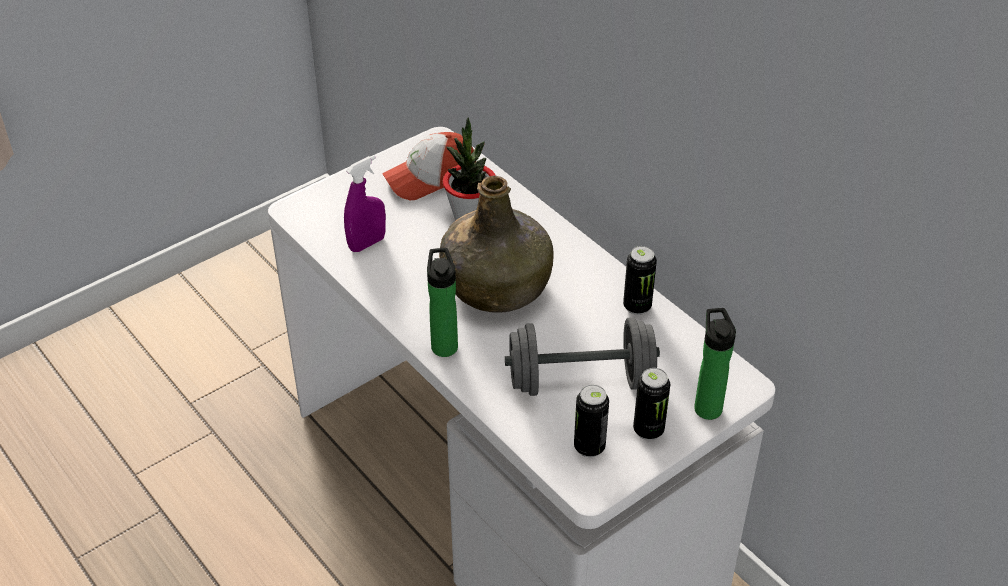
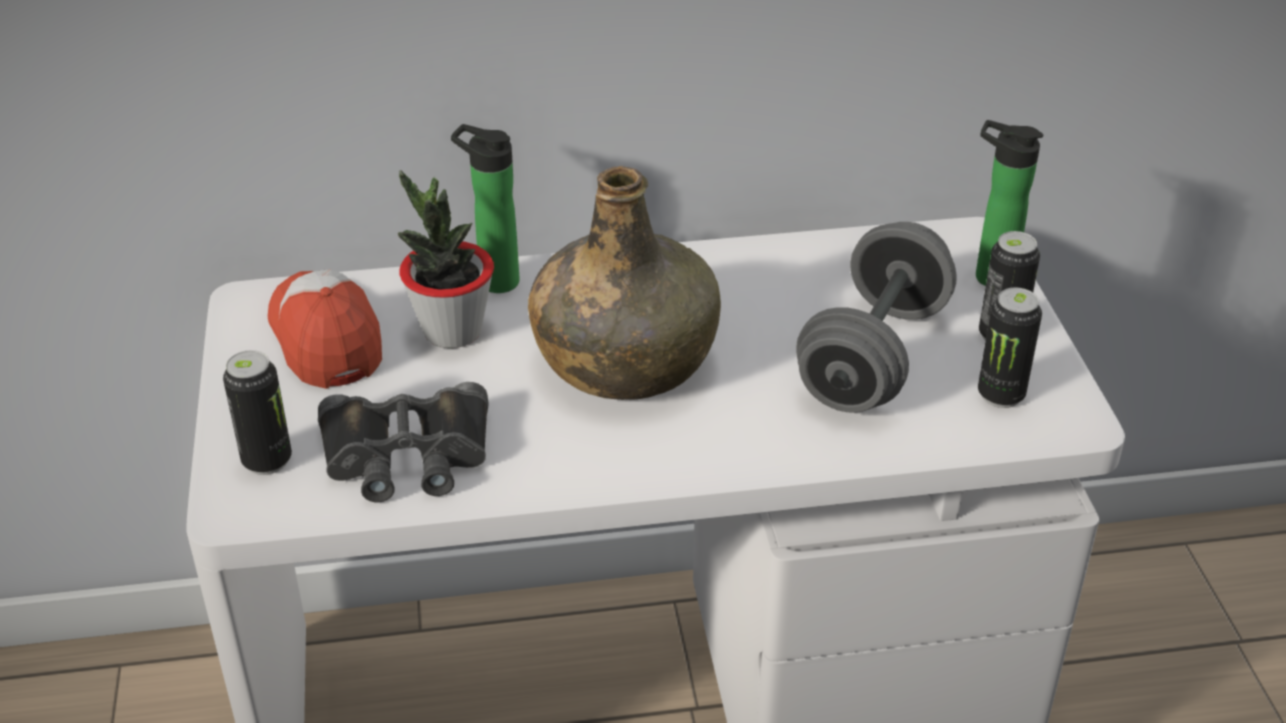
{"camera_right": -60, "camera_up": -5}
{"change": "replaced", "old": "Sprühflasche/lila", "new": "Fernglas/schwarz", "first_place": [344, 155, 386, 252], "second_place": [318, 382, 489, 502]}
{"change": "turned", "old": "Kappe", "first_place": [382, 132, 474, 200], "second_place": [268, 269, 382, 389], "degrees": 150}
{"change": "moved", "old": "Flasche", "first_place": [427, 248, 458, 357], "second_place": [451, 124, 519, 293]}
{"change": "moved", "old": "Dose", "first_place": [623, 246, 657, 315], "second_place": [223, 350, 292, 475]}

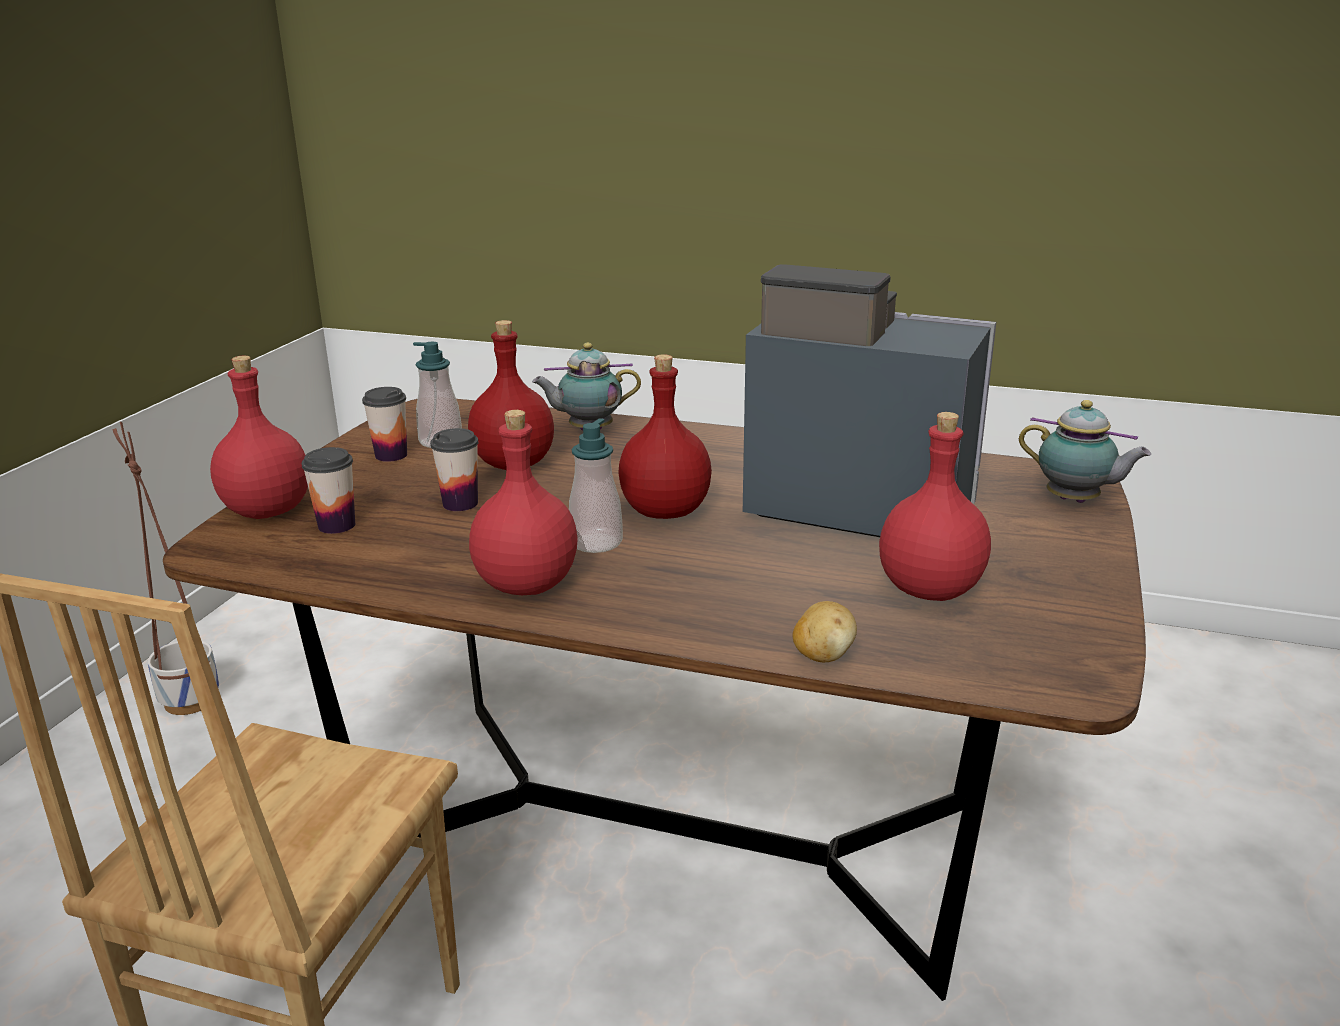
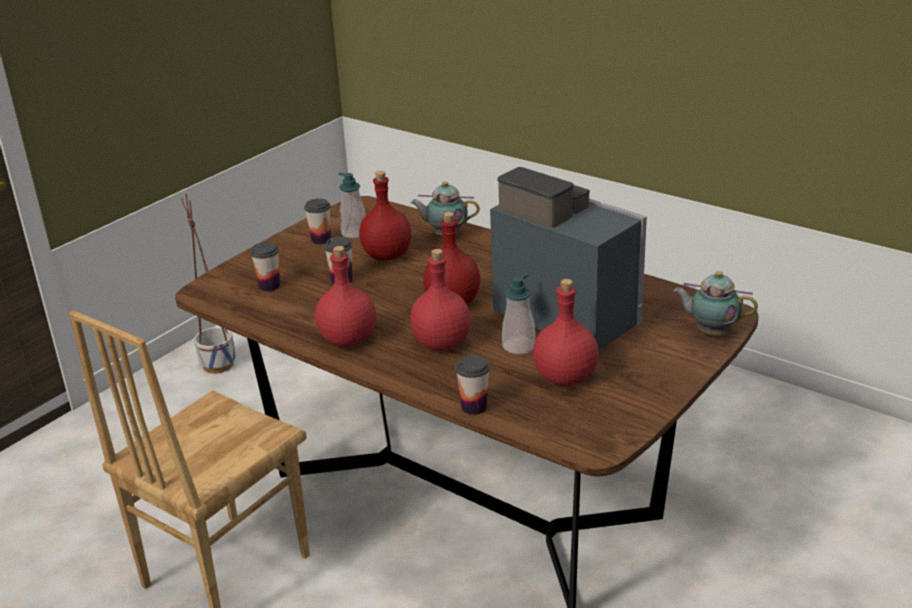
{"camera_right": 20, "camera_up": 5}
{"change": "moved", "old": "Flasche/rot", "first_place": [210, 356, 308, 519], "second_place": [410, 249, 471, 351]}
{"change": "moved", "old": "Seifenspender", "first_place": [569, 418, 623, 553], "second_place": [502, 274, 535, 355]}
{"change": "replaced", "old": "Kartoffel", "new": "Tasse", "first_place": [793, 601, 857, 662], "second_place": [455, 355, 490, 415]}
{"change": "turned", "old": "Teekanne", "first_place": [1019, 400, 1151, 503], "second_place": [673, 271, 758, 335], "degrees": 150}

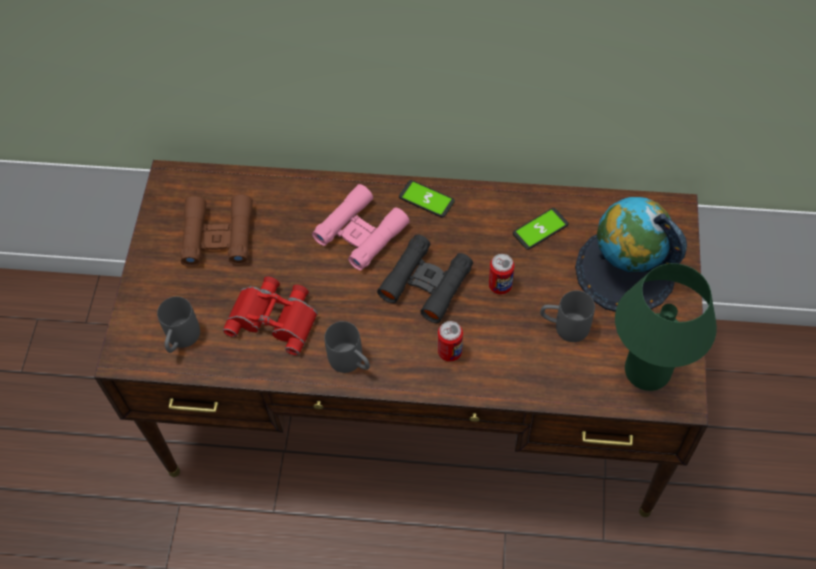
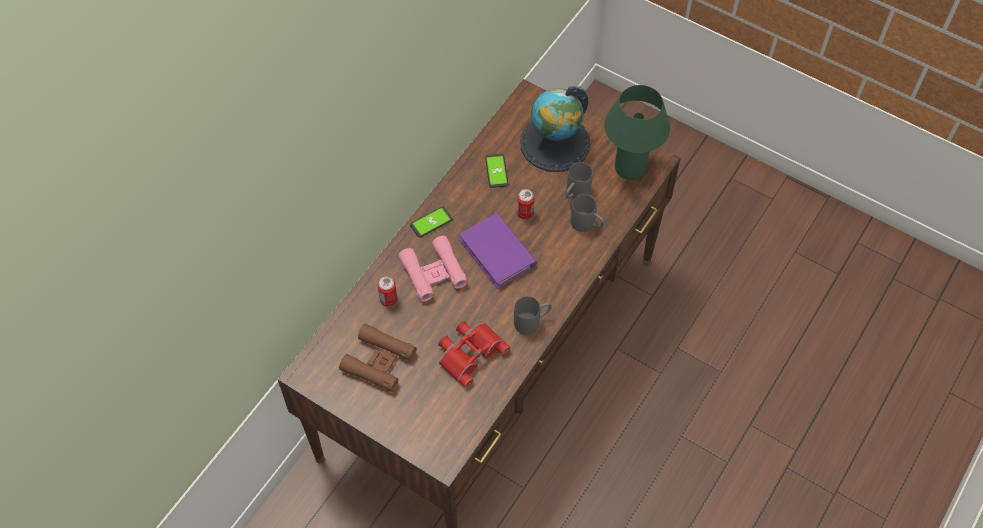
{"camera_right": -65, "camera_up": 0}
{"change": "moved", "old": "Henkelbecher/grau", "first_place": [157, 296, 200, 353], "second_place": [570, 194, 604, 232]}
{"change": "replaced", "old": "Fernglas/schwarz", "new": "Buch/lila", "first_place": [377, 234, 473, 323], "second_place": [459, 213, 537, 289]}
{"change": "moved", "old": "Dose", "first_place": [438, 321, 463, 362], "second_place": [377, 276, 397, 307]}

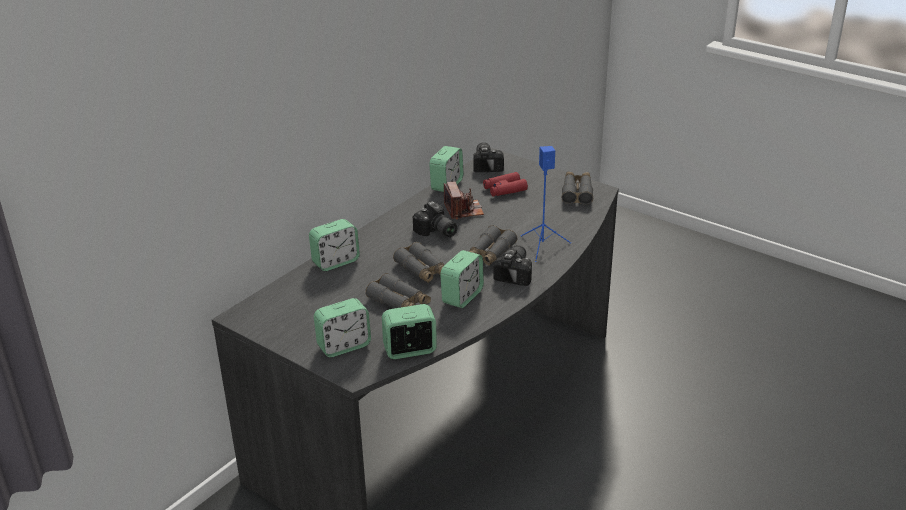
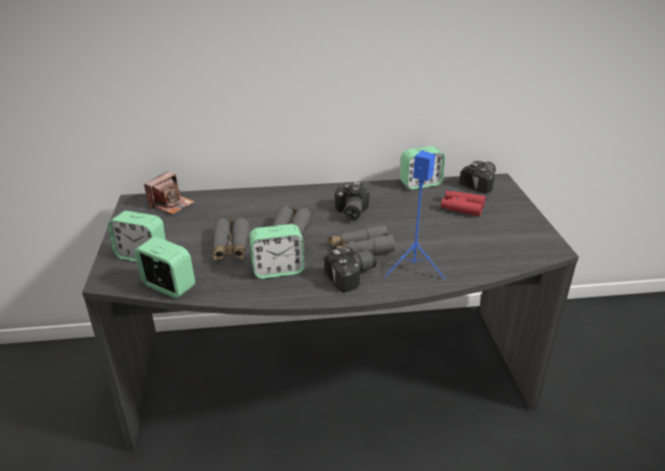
{"camera_right": 45, "camera_up": 0}
{"change": "removed", "old": "Wecker", "first_place": [309, 219, 360, 271]}
{"change": "moved", "old": "Kamera", "first_place": [444, 181, 484, 219], "second_place": [144, 171, 195, 215]}
{"change": "removed", "old": "Fernglas/grau", "first_place": [561, 171, 593, 205]}

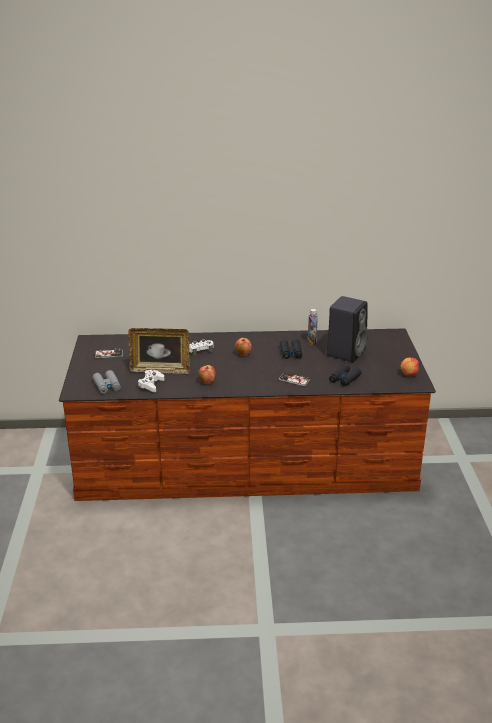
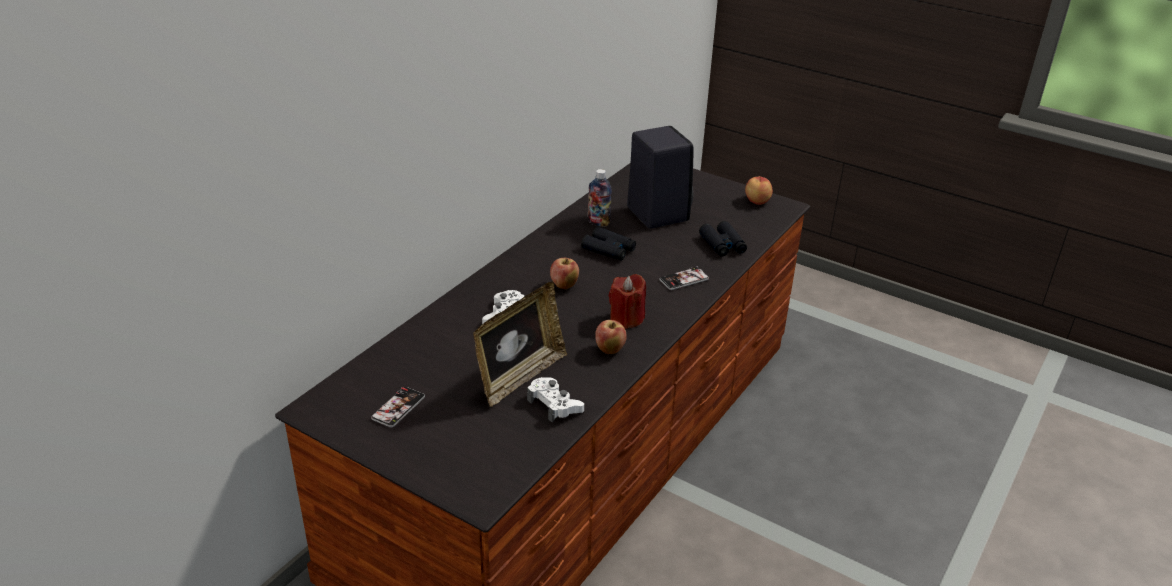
{"camera_right": -55, "camera_up": 5}
{"change": "removed", "old": "Fernglas/grau", "first_place": [92, 370, 121, 394]}
{"change": "added", "new": "Kerze/rot", "second_place": [609, 274, 646, 329]}

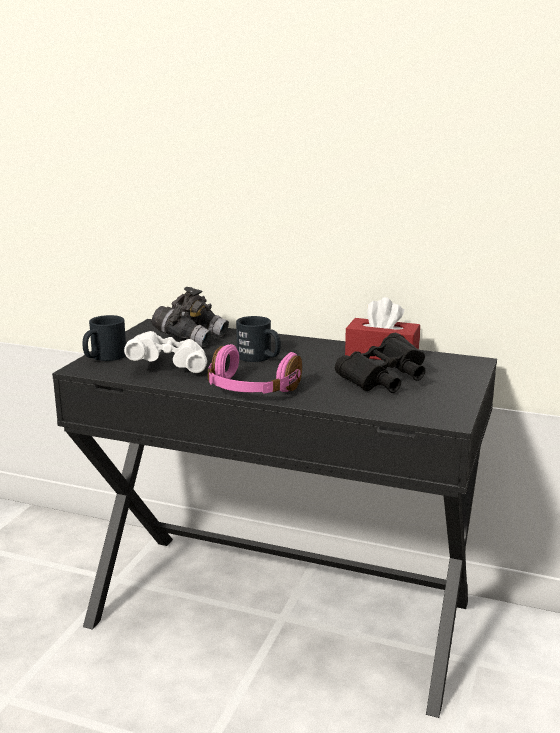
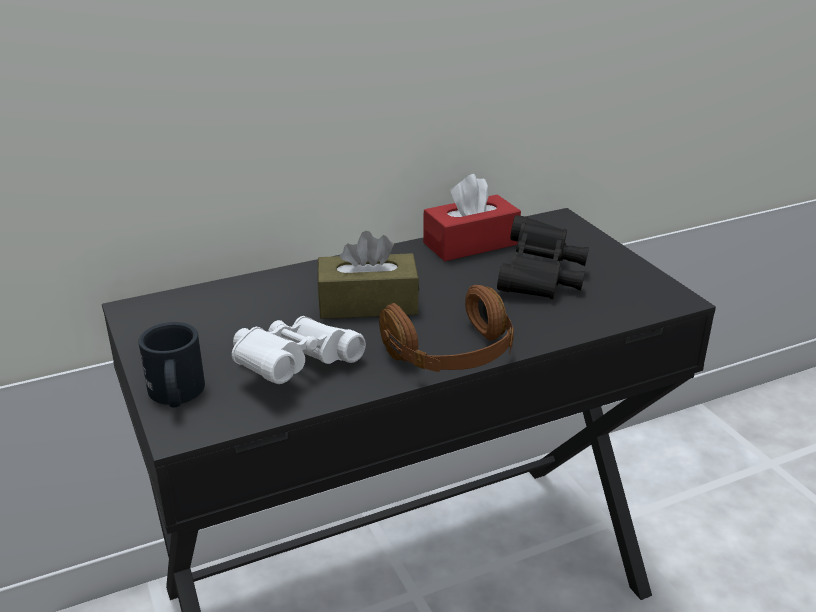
{"camera_right": -45, "camera_up": 10}
{"change": "removed", "old": "Fernglas/grau", "first_place": [152, 287, 229, 347]}
{"change": "recoloured", "old": "Kopfhörer/rosa", "new": "Kopfhörer/braun", "first_place": [208, 344, 302, 394], "second_place": [379, 285, 514, 372]}
{"change": "replaced", "old": "Henkelbecher/schwarz", "new": "Taschentuchbox/braun", "first_place": [236, 316, 281, 362], "second_place": [317, 231, 419, 319]}

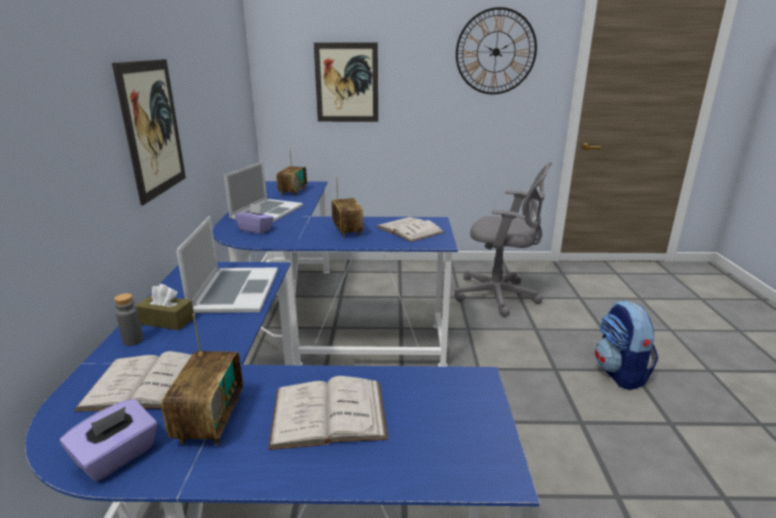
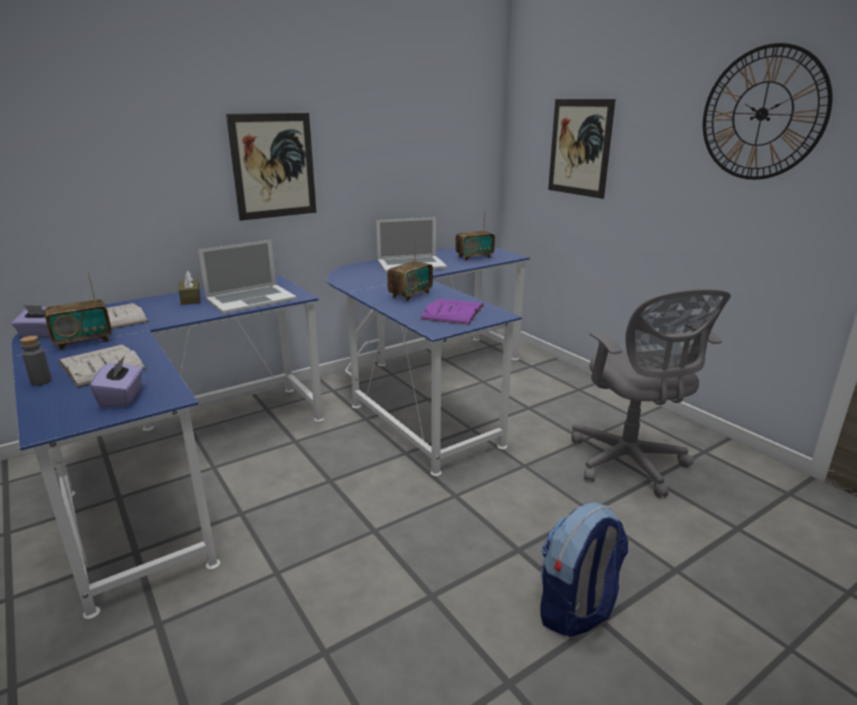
{"camera_right": 55, "camera_up": 0}
{"change": "moved", "old": "Flasche/grau", "first_place": [114, 293, 144, 346], "second_place": [20, 336, 52, 386]}
{"change": "moved", "old": "Taschentuchbox/lila", "first_place": [235, 204, 274, 234], "second_place": [90, 356, 143, 408]}
{"change": "recoloured", "old": "Buch/weiß", "new": "Buch/lila", "first_place": [376, 217, 445, 242], "second_place": [420, 299, 484, 325]}

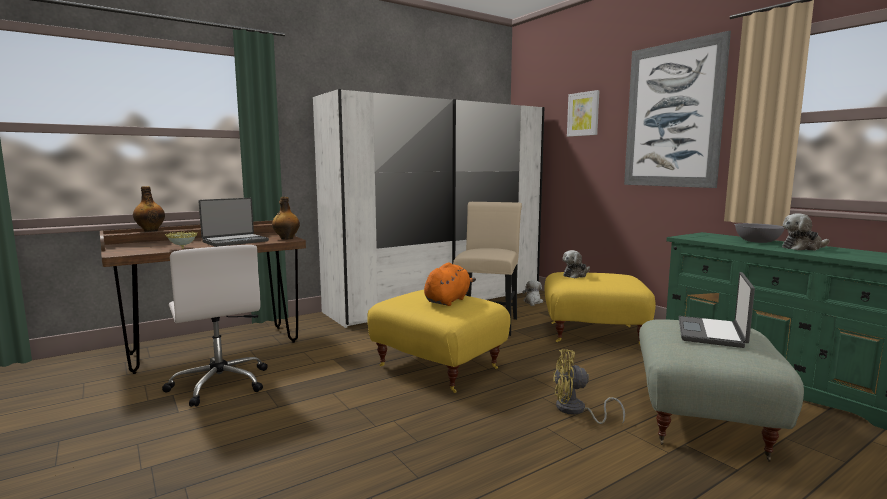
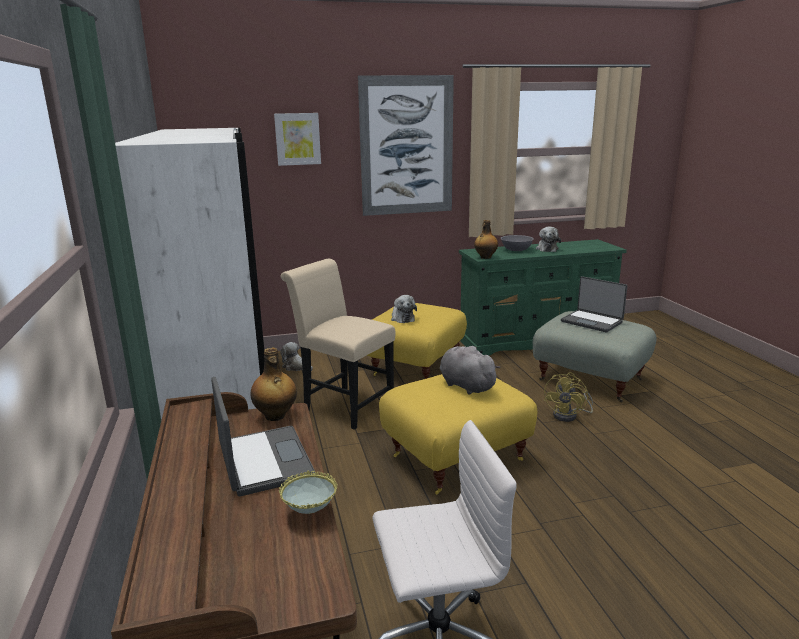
{"camera_right": -70, "camera_up": 10}
{"change": "moved", "old": "Flasche", "first_place": [133, 186, 165, 232], "second_place": [474, 220, 498, 259]}
{"change": "recoloured", "old": "Plüschtier/orange", "new": "Plüschtier/grau", "first_place": [424, 262, 476, 306], "second_place": [440, 346, 501, 395]}

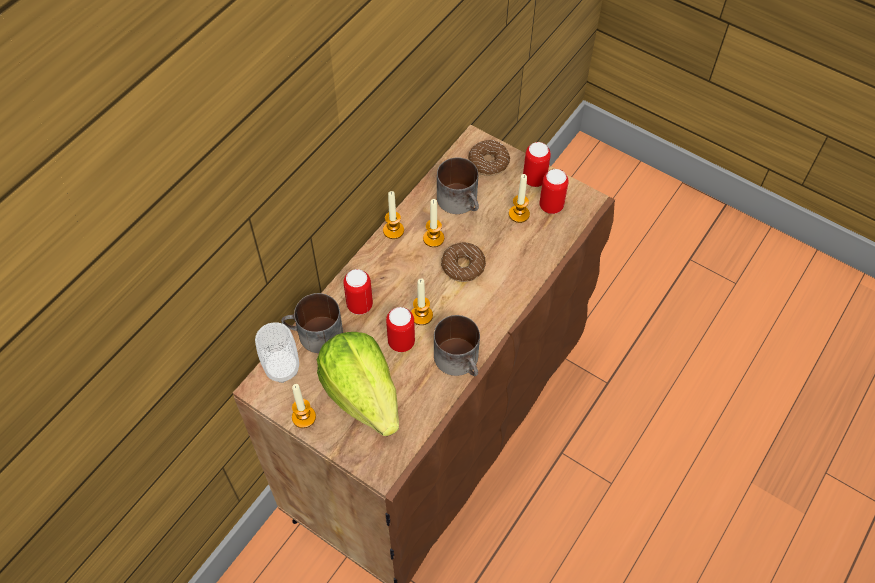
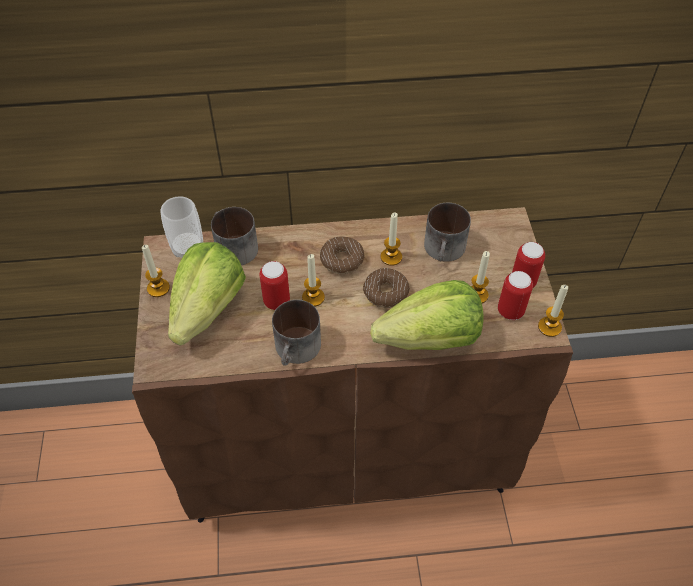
{"camera_right": 50, "camera_up": -5}
{"change": "removed", "old": "Dose", "first_place": [343, 269, 373, 315]}
{"change": "moved", "old": "Kerze", "first_place": [383, 191, 404, 239], "second_place": [538, 285, 568, 337]}
{"change": "moved", "old": "Donut", "first_place": [468, 140, 510, 176], "second_place": [320, 236, 365, 274]}
{"change": "added", "new": "Salatkopf", "second_place": [370, 280, 484, 350]}

